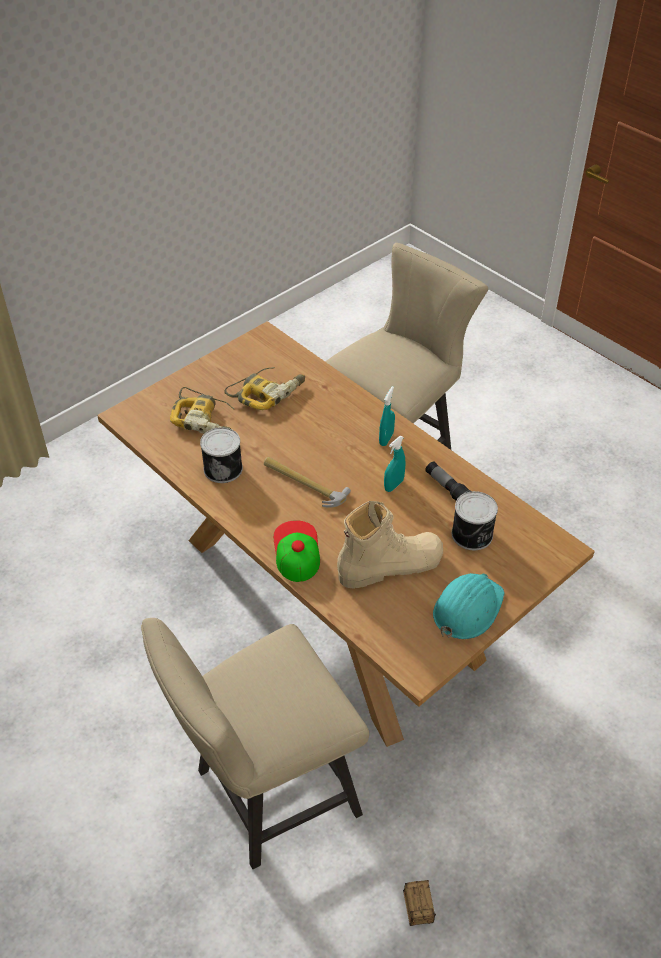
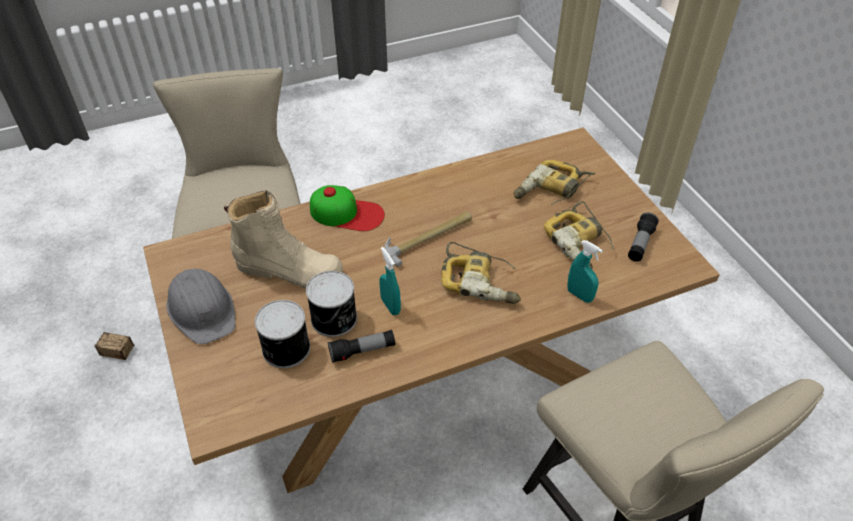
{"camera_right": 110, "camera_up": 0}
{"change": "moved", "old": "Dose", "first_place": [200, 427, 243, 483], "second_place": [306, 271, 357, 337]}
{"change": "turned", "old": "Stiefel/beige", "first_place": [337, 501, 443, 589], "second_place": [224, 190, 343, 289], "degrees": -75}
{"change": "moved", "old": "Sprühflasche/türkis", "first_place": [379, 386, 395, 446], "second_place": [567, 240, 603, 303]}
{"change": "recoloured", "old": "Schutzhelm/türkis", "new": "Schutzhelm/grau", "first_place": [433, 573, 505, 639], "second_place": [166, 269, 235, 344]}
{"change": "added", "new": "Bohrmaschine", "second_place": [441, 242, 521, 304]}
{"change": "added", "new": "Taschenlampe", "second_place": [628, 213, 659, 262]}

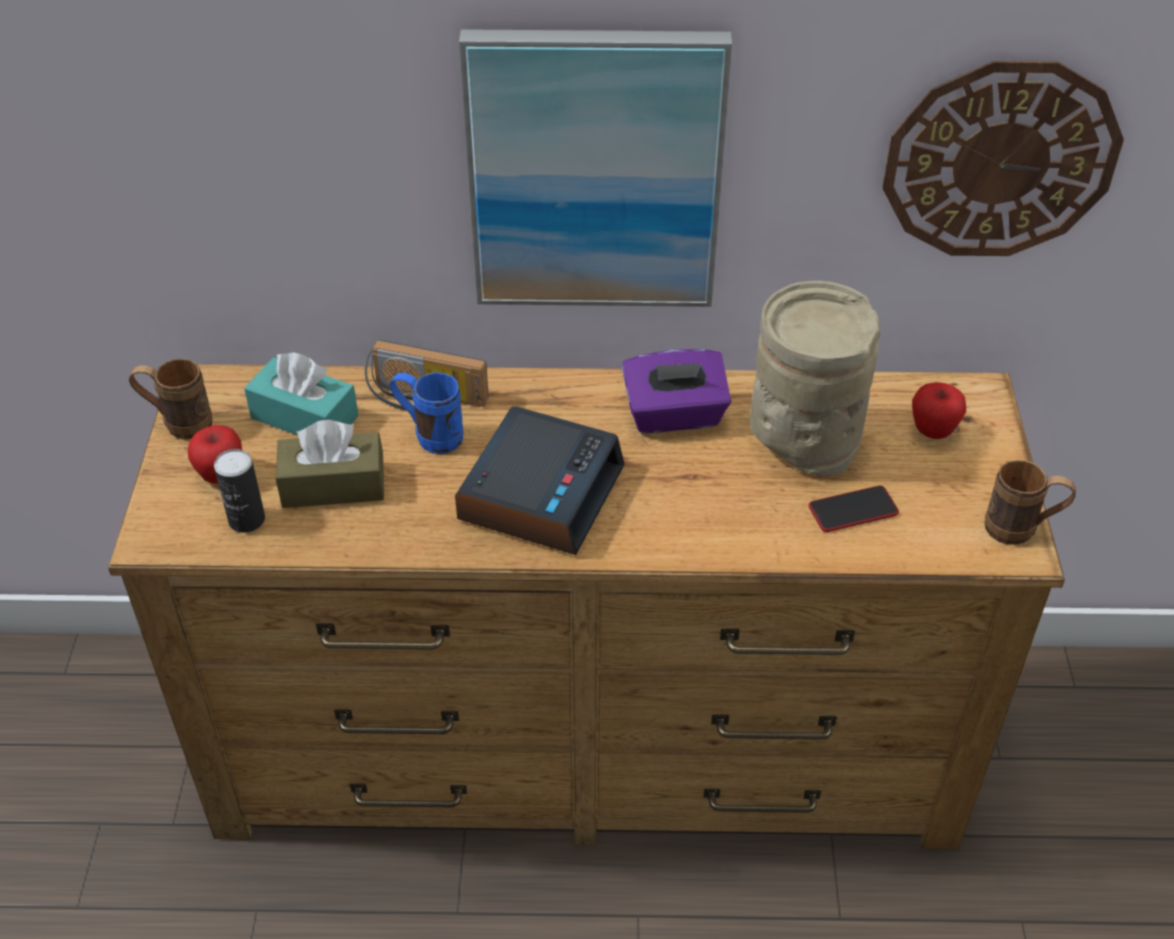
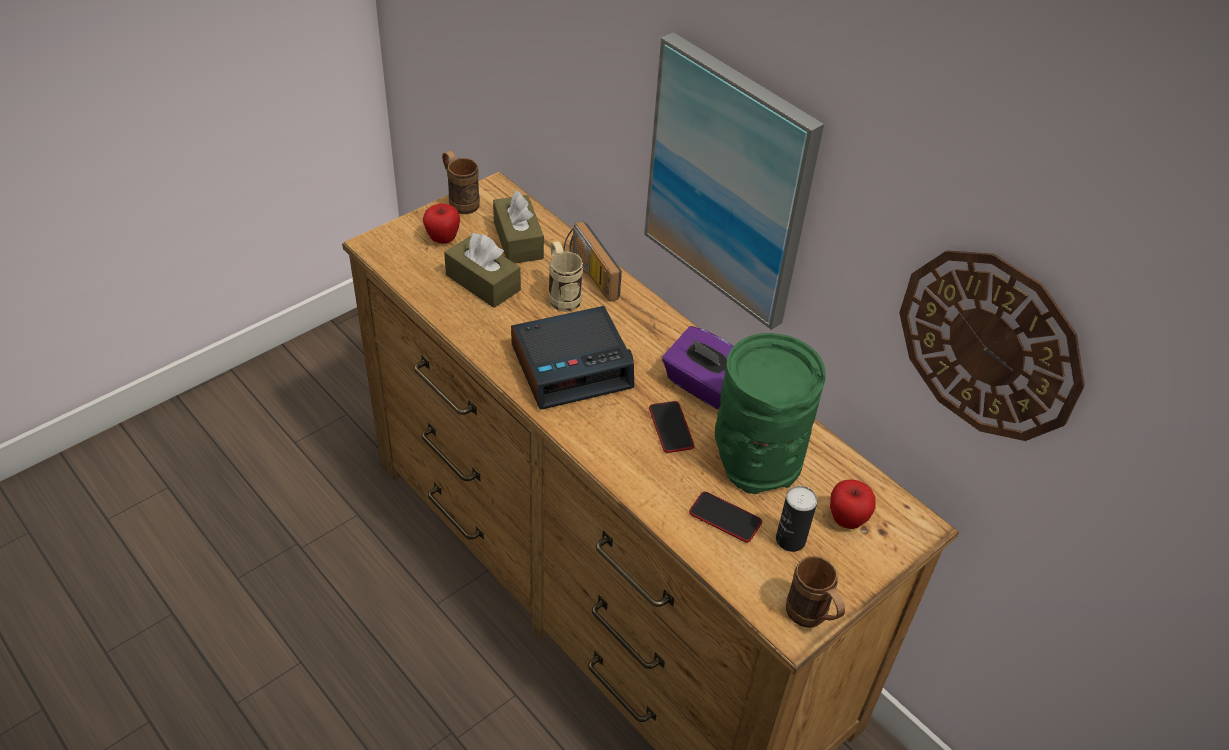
{"camera_right": 45, "camera_up": 0}
{"change": "moved", "old": "Dose", "first_place": [214, 449, 265, 533], "second_place": [776, 486, 818, 552]}
{"change": "recoloured", "old": "Taschentuchbox/türkis", "new": "Taschentuchbox/braun", "first_place": [244, 352, 359, 435], "second_place": [493, 190, 544, 263]}
{"change": "recoloured", "old": "Henkelbecher/blau", "new": "Henkelbecher/beige", "first_place": [389, 372, 464, 454], "second_place": [549, 241, 583, 312]}
{"change": "recoloured", "old": "Vase/beige", "new": "Vase/grün", "first_place": [750, 281, 880, 477], "second_place": [715, 333, 825, 494]}
{"change": "added", "new": "Handy", "second_place": [649, 401, 694, 453]}

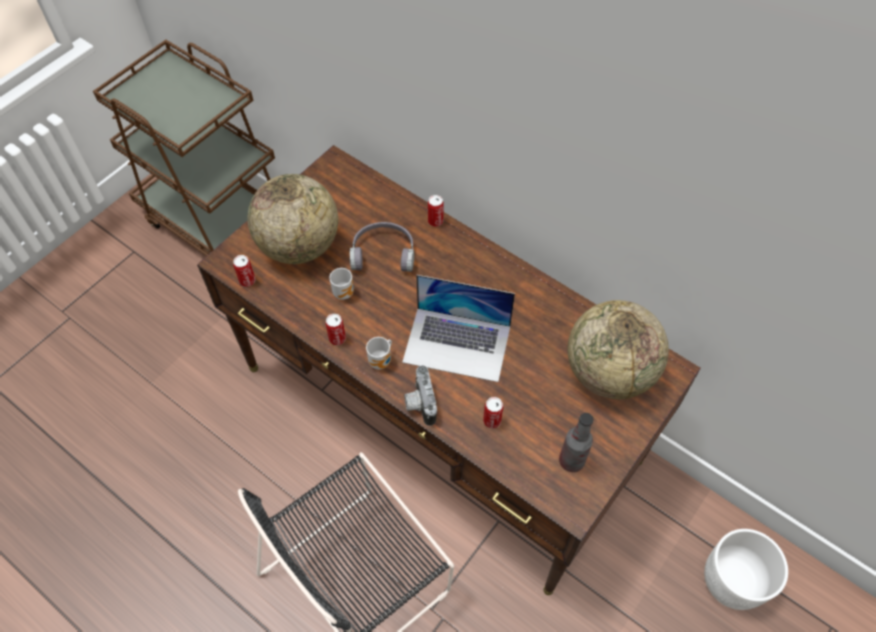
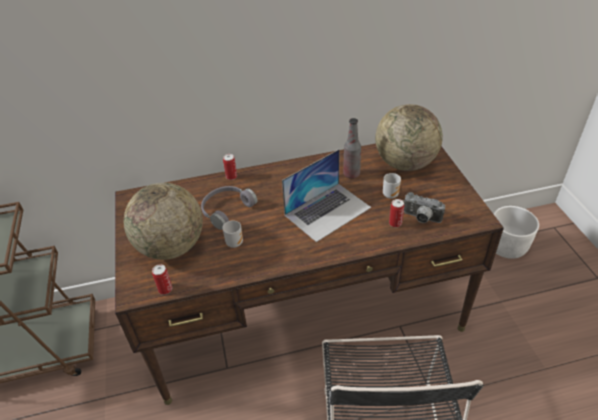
{"camera_right": -50, "camera_up": -15}
{"change": "removed", "old": "Dose", "first_place": [326, 314, 346, 345]}
{"change": "moved", "old": "Henkelbecher", "first_place": [366, 337, 392, 369], "second_place": [383, 173, 401, 199]}
{"change": "moved", "old": "Kamera", "first_place": [404, 365, 437, 426], "second_place": [404, 192, 445, 223]}
{"change": "moved", "old": "Flasche", "first_place": [559, 413, 594, 472], "second_place": [343, 118, 361, 179]}

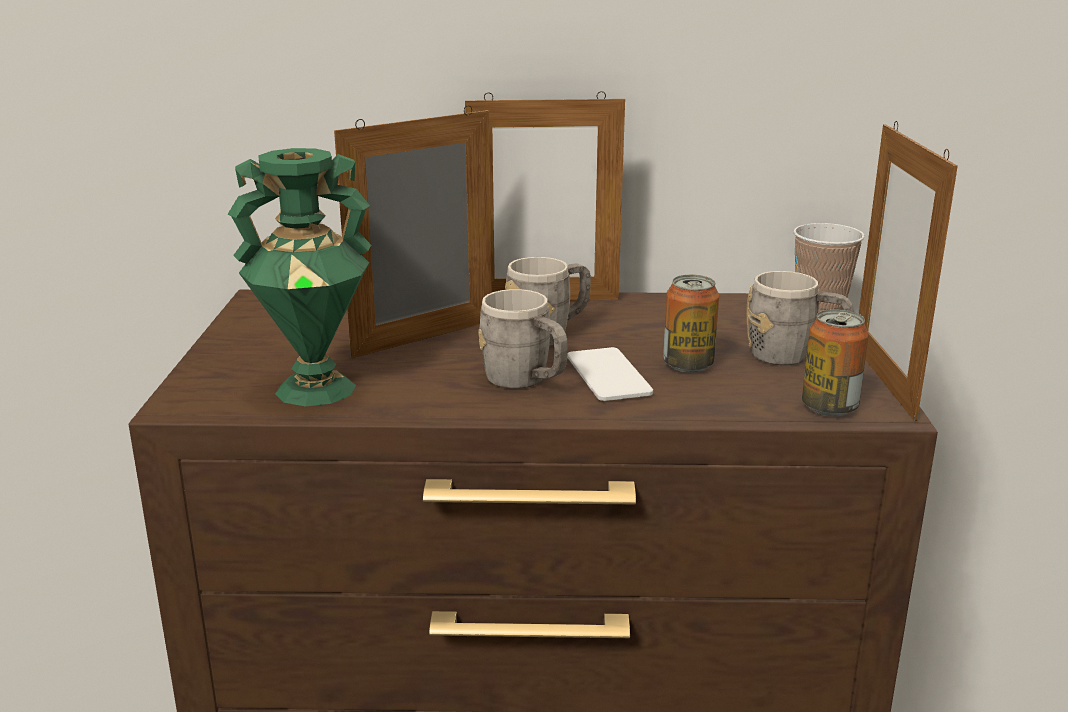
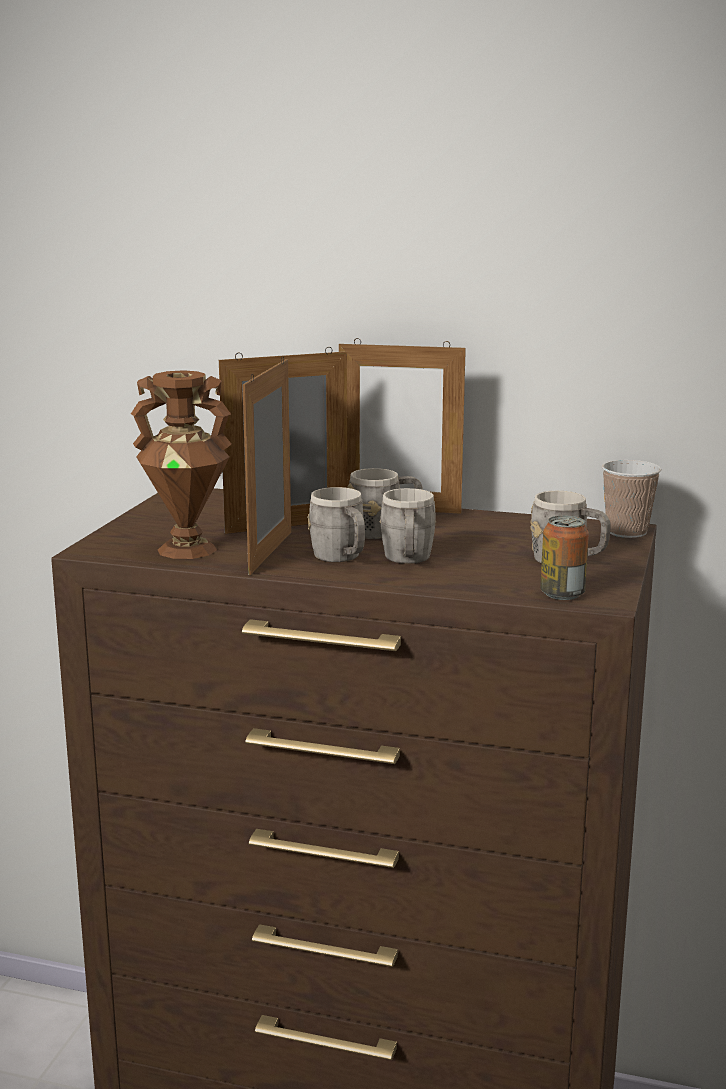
{"camera_right": 15, "camera_up": -5}
{"change": "recoloured", "old": "Vase/grün", "new": "Vase/braun", "first_place": [227, 148, 371, 406], "second_place": [131, 370, 231, 559]}
{"change": "replaced", "old": "Handy", "new": "Henkelbecher/grau", "first_place": [567, 347, 653, 401], "second_place": [379, 488, 436, 564]}
{"change": "removed", "old": "Dose", "first_place": [663, 275, 719, 373]}
{"change": "moved", "old": "Bilderrahmen", "first_place": [859, 121, 958, 421], "second_place": [243, 356, 291, 575]}

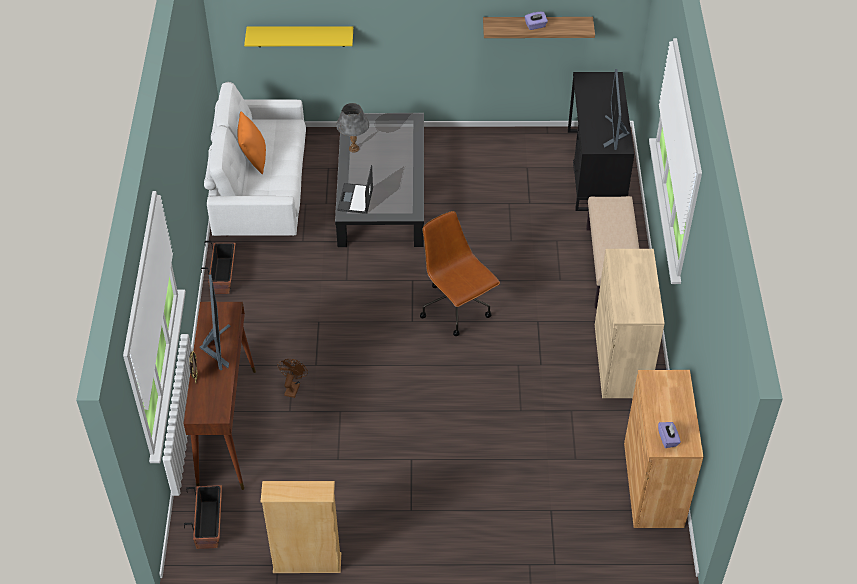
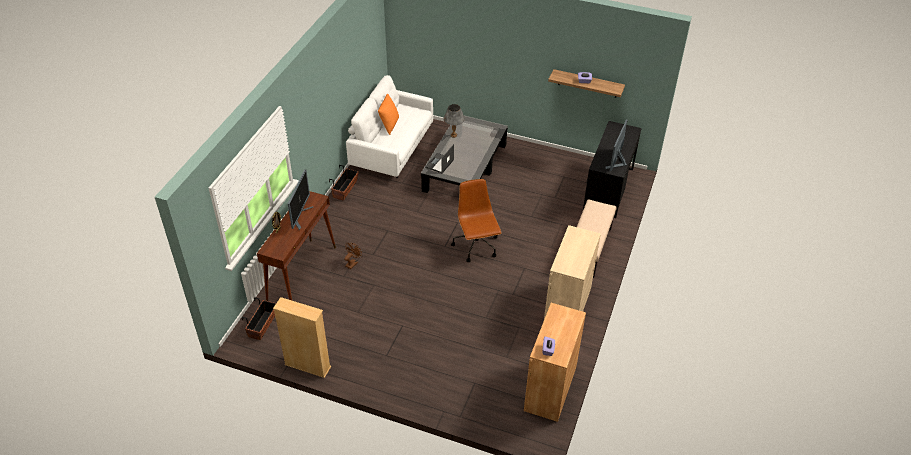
{"camera_right": 20, "camera_up": -5}
{"change": "removed", "old": "Wandregal/gelb", "first_place": [244, 26, 353, 47]}

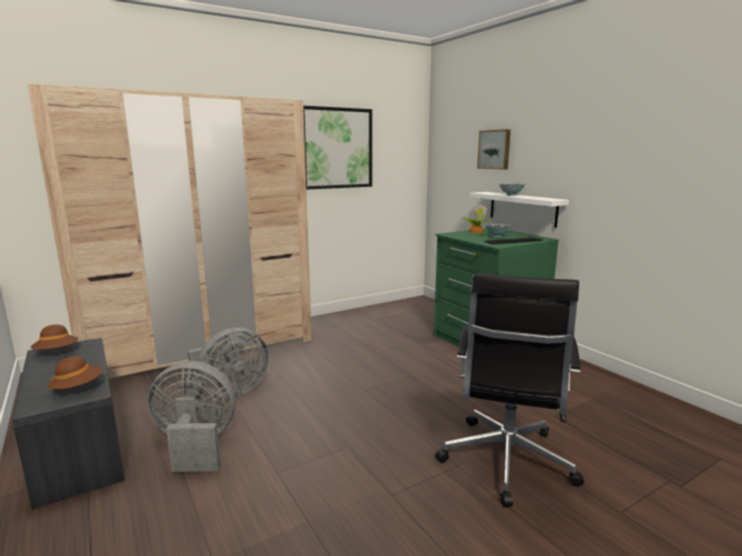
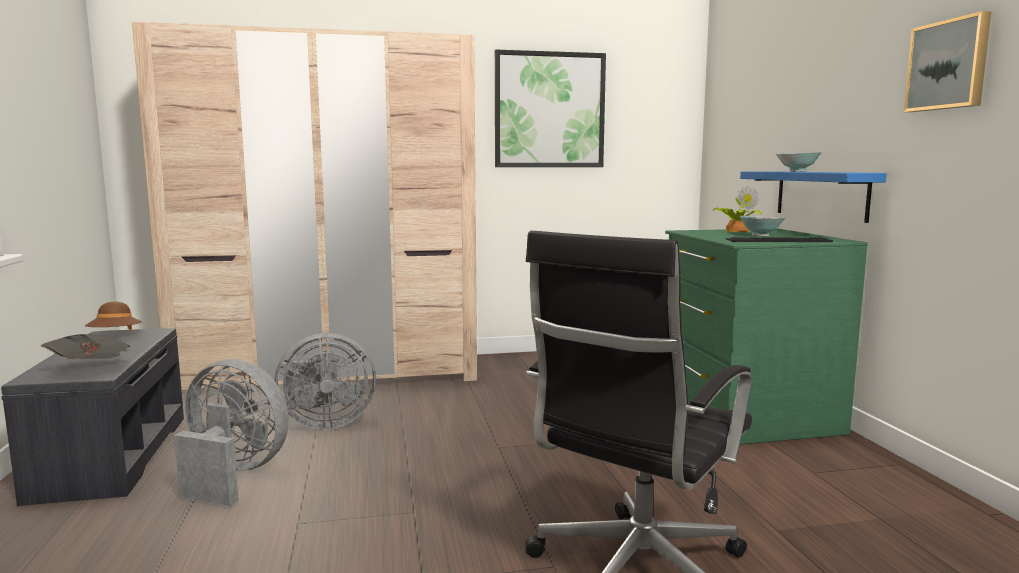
{"camera_right": 20, "camera_up": -5}
{"change": "replaced", "old": "Hut/braun", "new": "Zeitung", "first_place": [48, 356, 103, 390], "second_place": [41, 334, 130, 359]}
{"change": "recoloured", "old": "Wandregal/weiß", "new": "Wandregal/blau", "first_place": [470, 192, 569, 228], "second_place": [740, 171, 887, 223]}
{"change": "moved", "old": "Bild", "first_place": [477, 129, 511, 170], "second_place": [904, 11, 991, 112]}

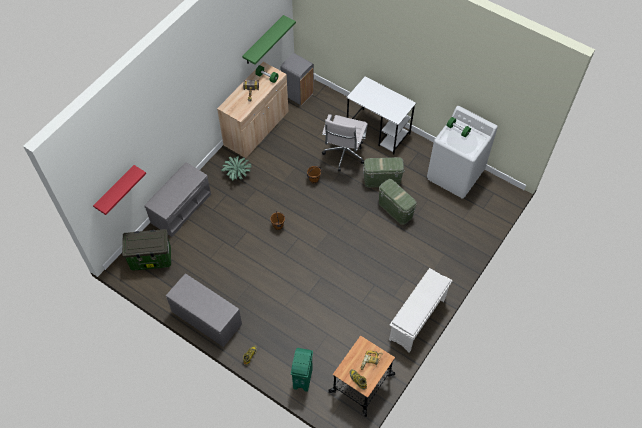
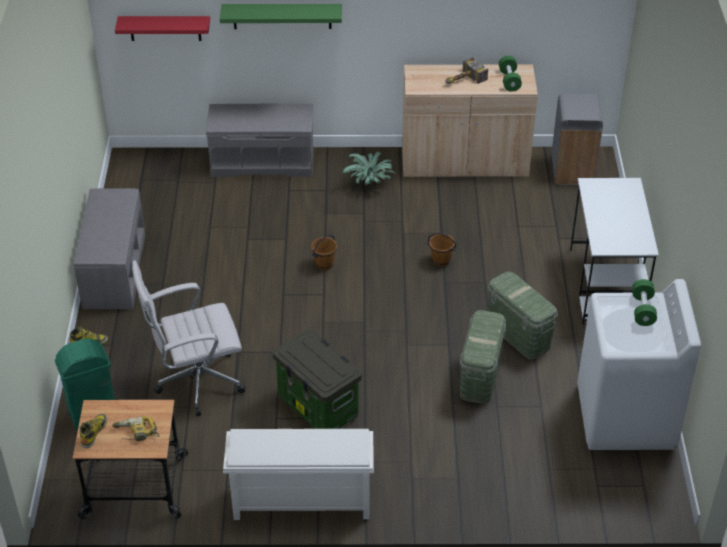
{"camera_right": 55, "camera_up": -15}
{"change": "moved", "old": "Aufbewahrungsbox", "first_place": [122, 229, 171, 270], "second_place": [273, 329, 362, 429]}
{"change": "moved", "old": "Wandregal/grün", "first_place": [242, 15, 296, 64], "second_place": [220, 4, 342, 29]}
{"change": "moved", "old": "Bürostuhl/weiß", "first_place": [322, 114, 368, 171], "second_place": [132, 260, 245, 417]}

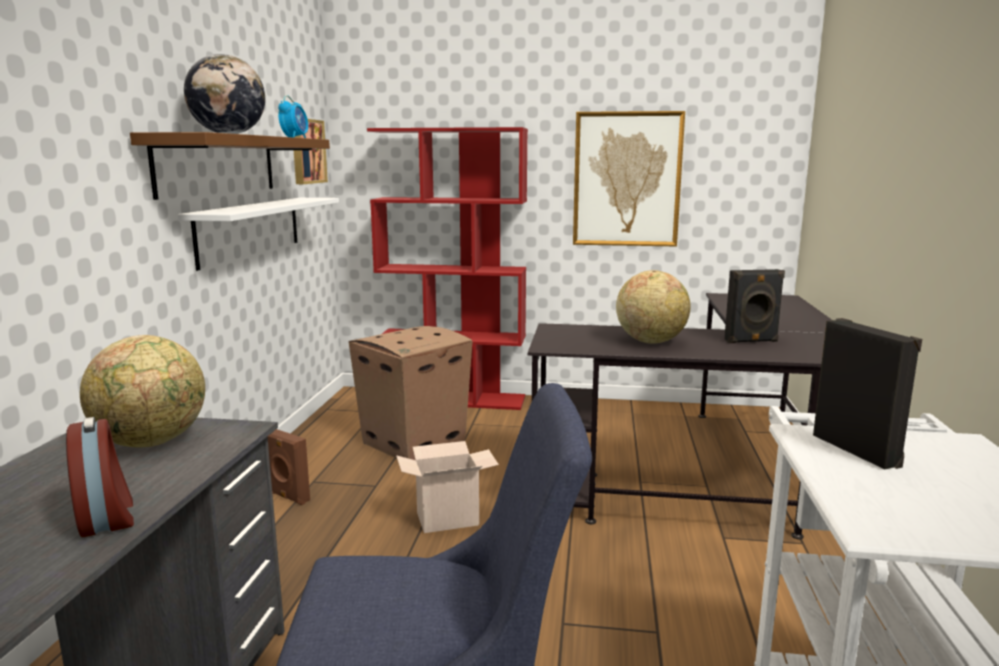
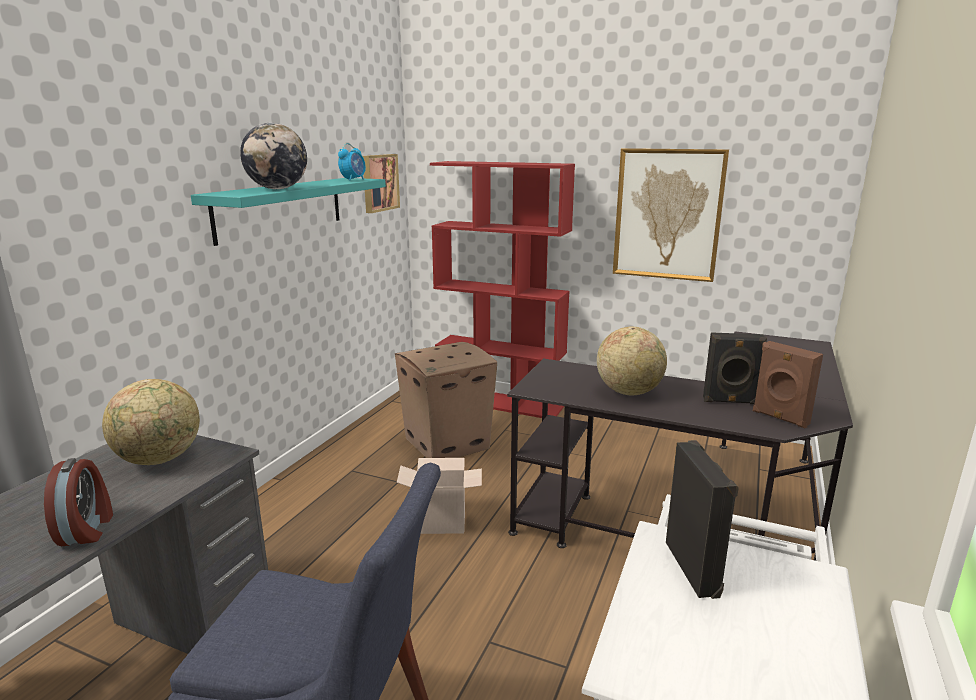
{"camera_right": 15, "camera_up": 5}
{"change": "recoloured", "old": "Wandregal/braun", "new": "Wandregal/türkis", "first_place": [130, 132, 330, 200], "second_place": [191, 178, 386, 246]}
{"change": "removed", "old": "Wandregal/weiß", "first_place": [177, 198, 339, 271]}
{"change": "moved", "old": "Lautsprecher/braun", "first_place": [268, 429, 310, 505], "second_place": [753, 341, 823, 428]}

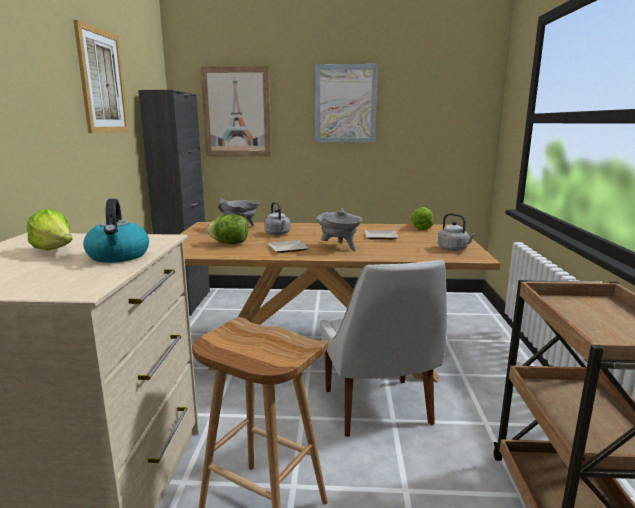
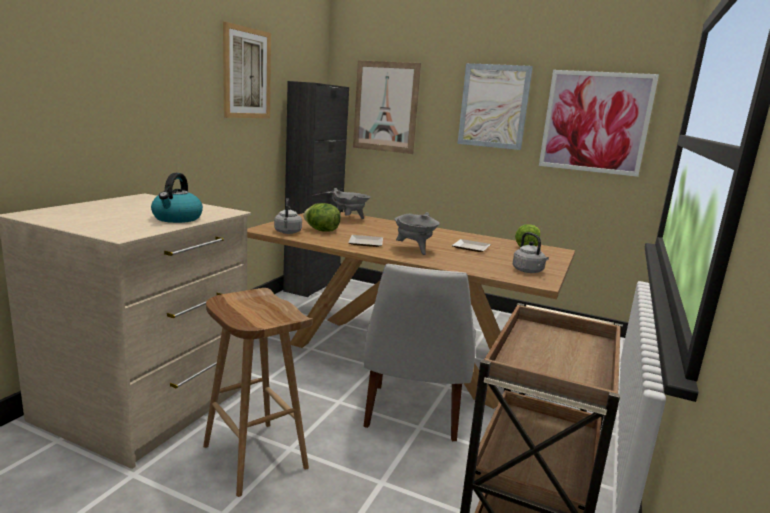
{"camera_right": 20, "camera_up": 0}
{"change": "removed", "old": "Salatkopf", "first_place": [27, 209, 72, 250]}
{"change": "moved", "old": "Wasserkessel/grau", "first_place": [264, 202, 290, 235], "second_place": [274, 198, 302, 234]}
{"change": "added", "new": "Bild", "second_place": [539, 70, 659, 177]}

